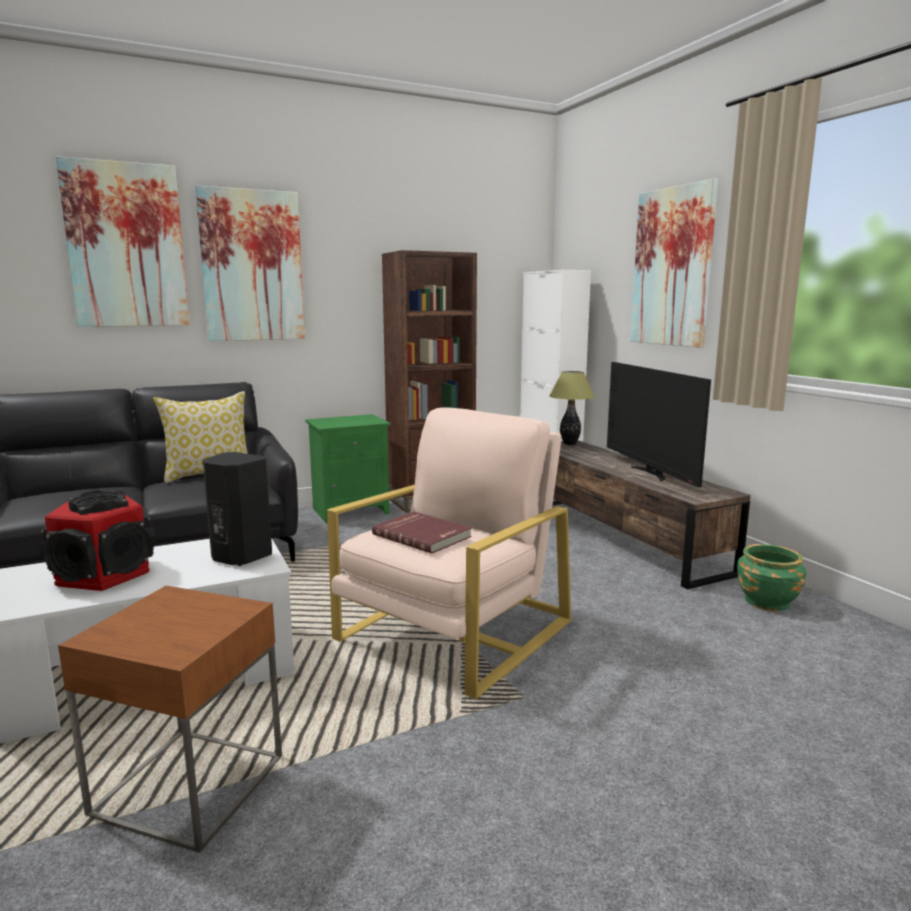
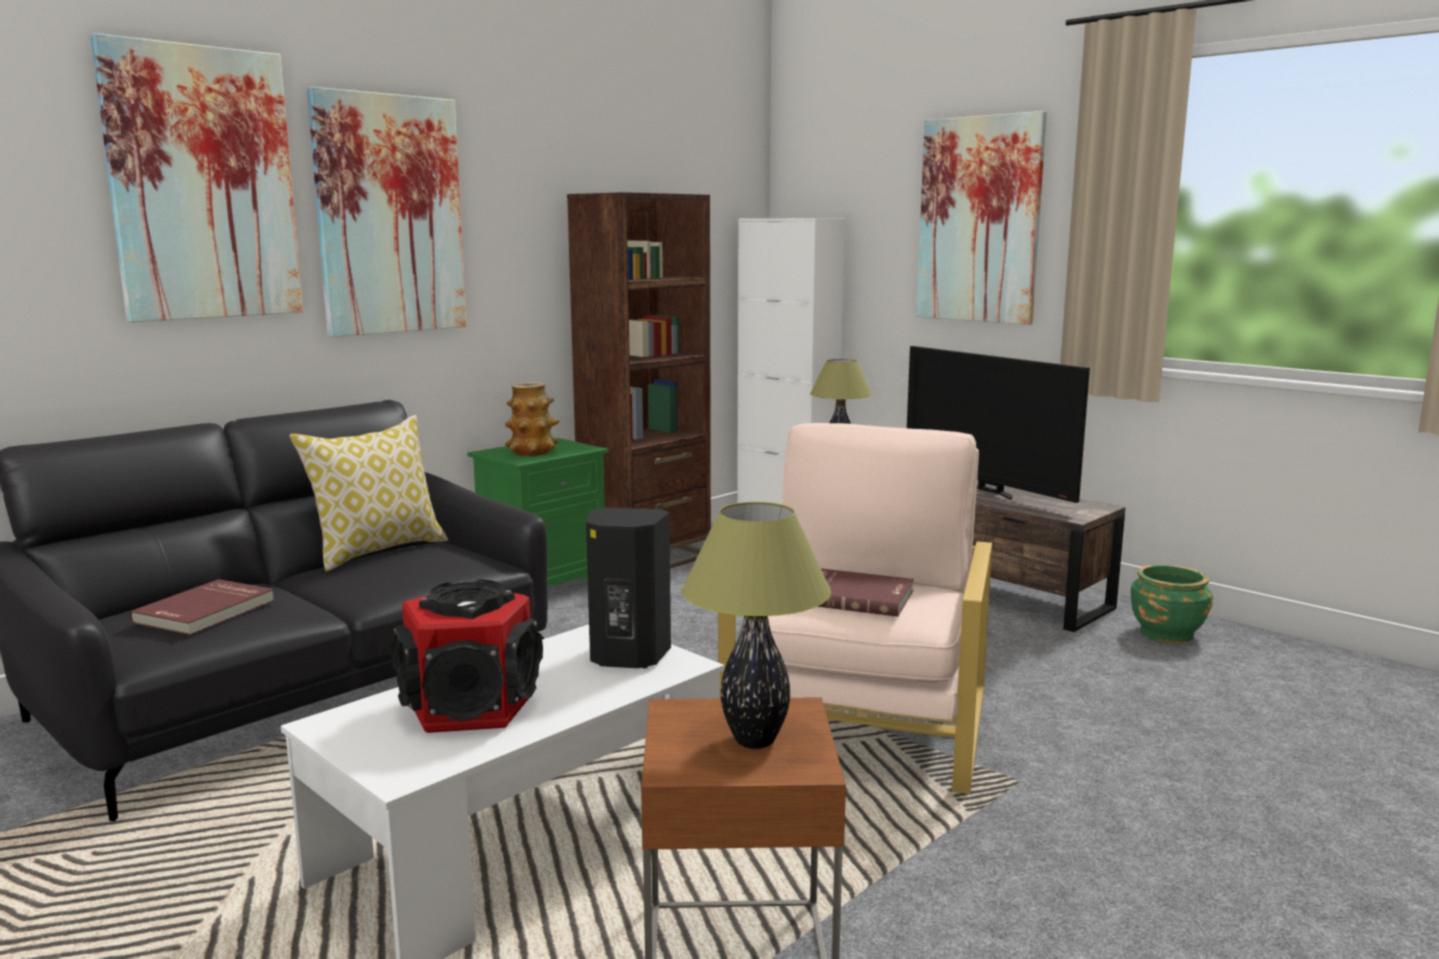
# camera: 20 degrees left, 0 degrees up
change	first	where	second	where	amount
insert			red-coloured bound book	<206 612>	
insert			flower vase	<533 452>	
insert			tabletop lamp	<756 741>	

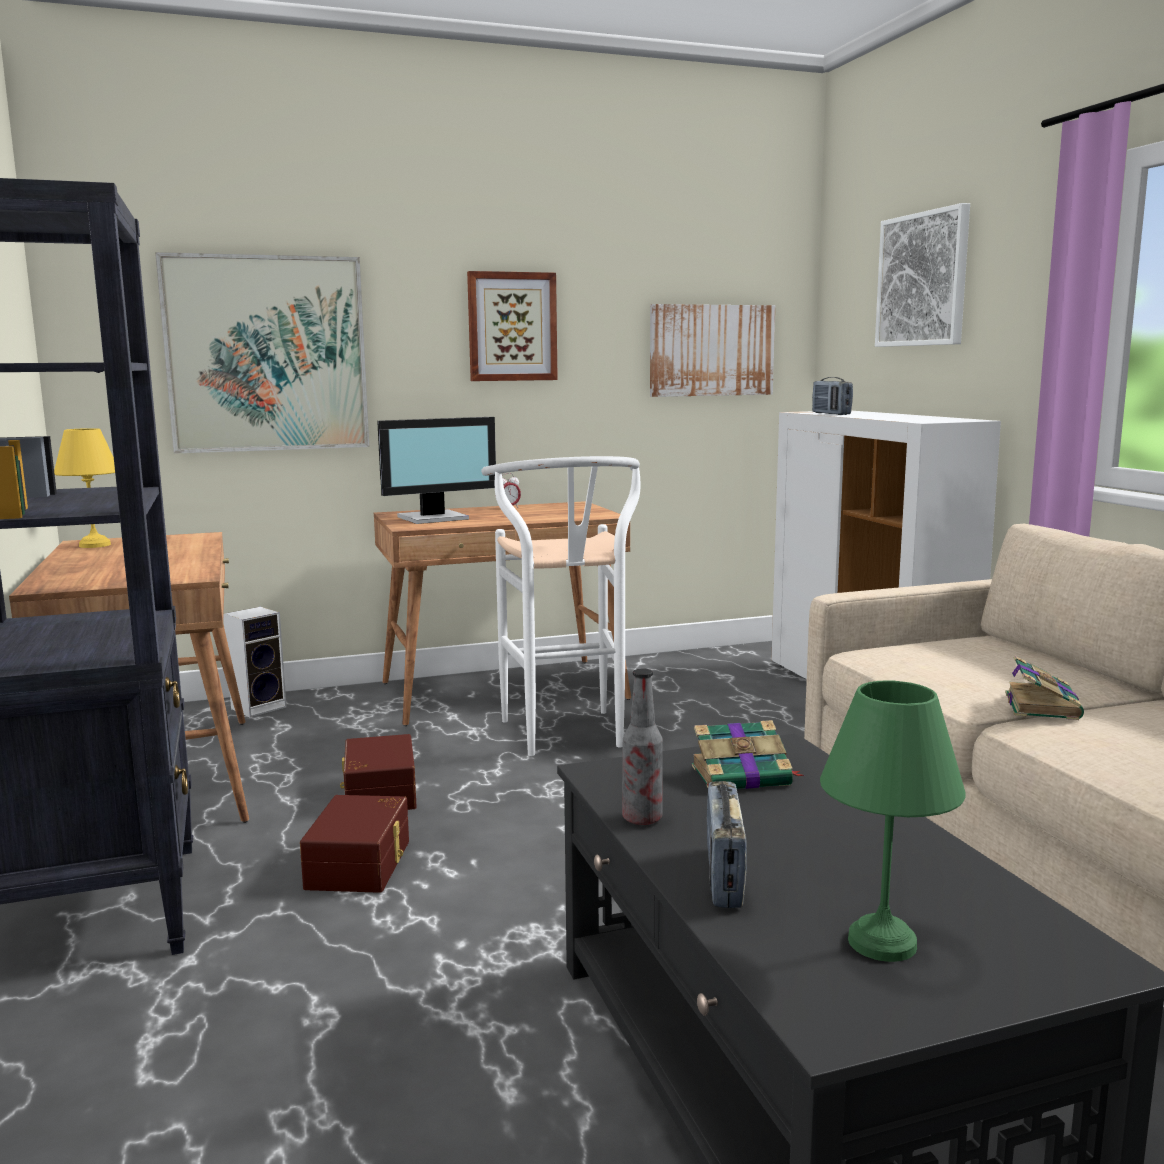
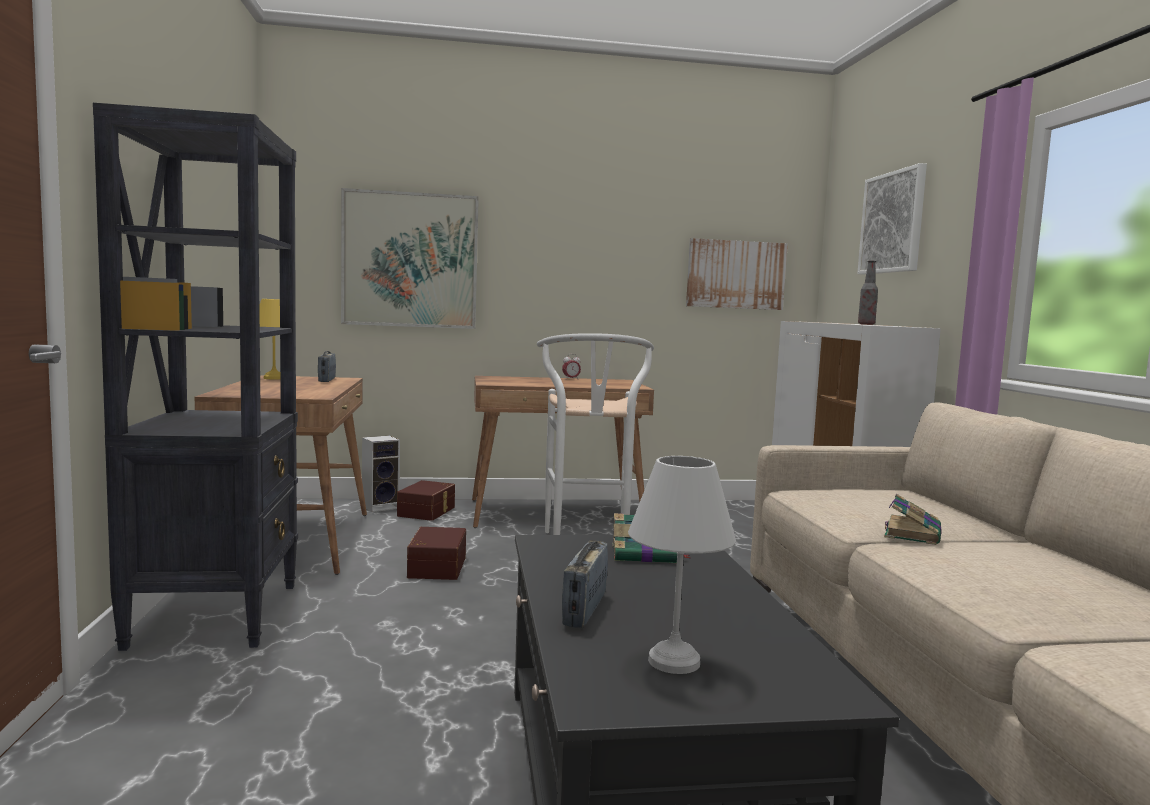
# camera: 10 degrees right, 5 degrees down
change	first	where	second	where	amount
move	radio set	<831 414>		<326 380>	
move	brownish storage box	<361 864>		<427 512>	
recolor	green tabletop lamp	<879 941>	white tabletop lamp	<673 660>	
move	beverage bottle	<642 819>		<866 324>	
delete	computer screen	<435 518>			
delete	wall picture	<512 327>			

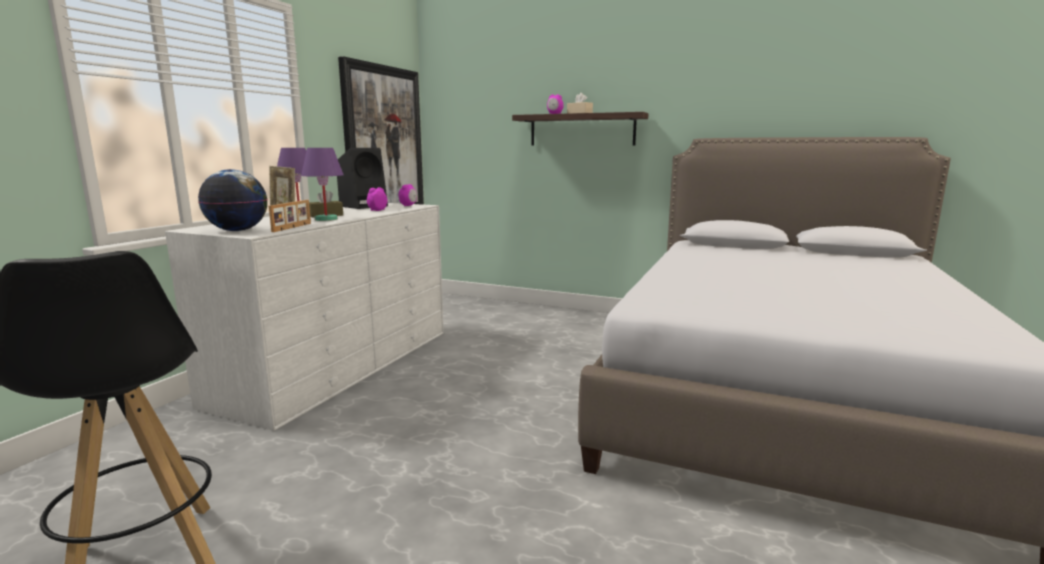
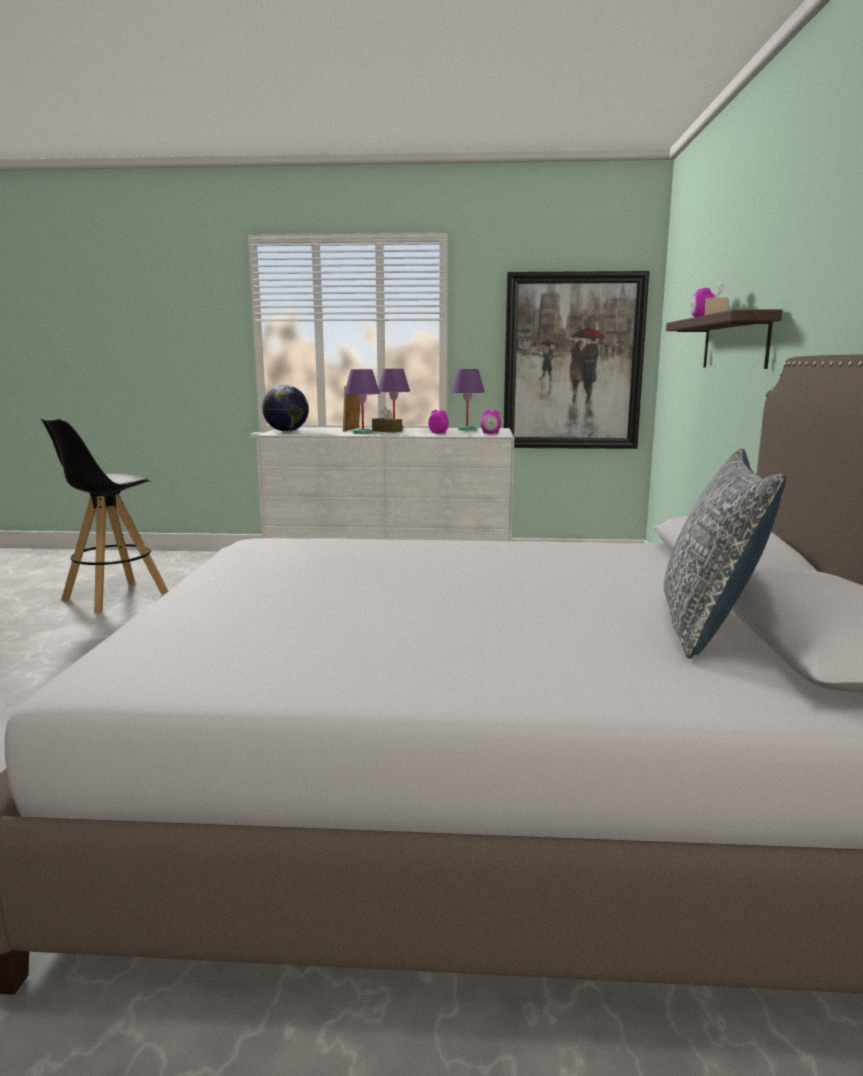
# camera: 70 degrees right, 0 degrees up
change	first	where	second	where	amount
replace	black-coloured speaker	<364 206>	purple-coloured tabletop lamp	<467 429>	
insert			pillow	<707 626>	
delete	photo frame	<293 227>			

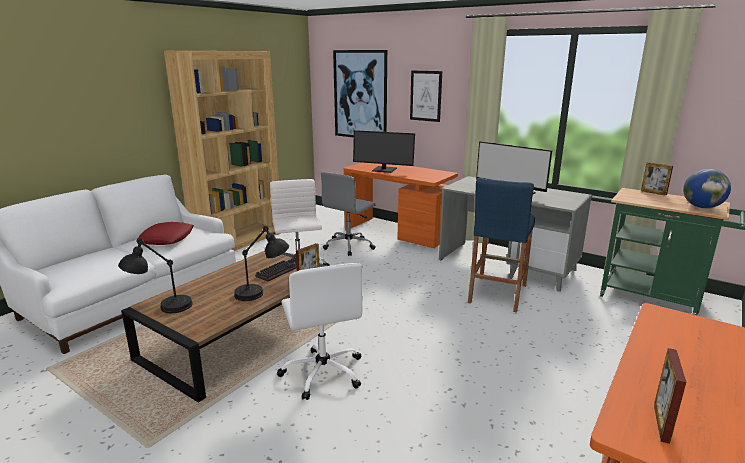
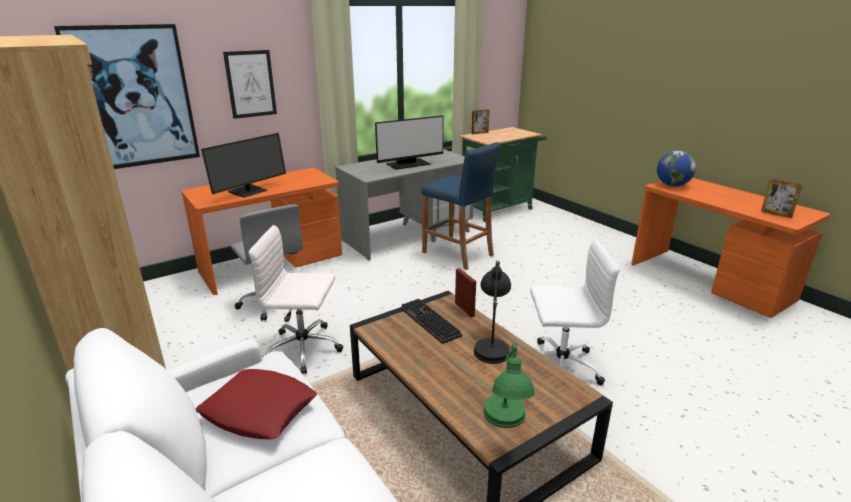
# camera: 70 degrees left, 5 degrees up
change	first	where	second	where	amount
recolor	black-coloured tabletop lamp	<161 308>	green tabletop lamp	<506 427>	
move	world globe	<701 207>		<672 185>	

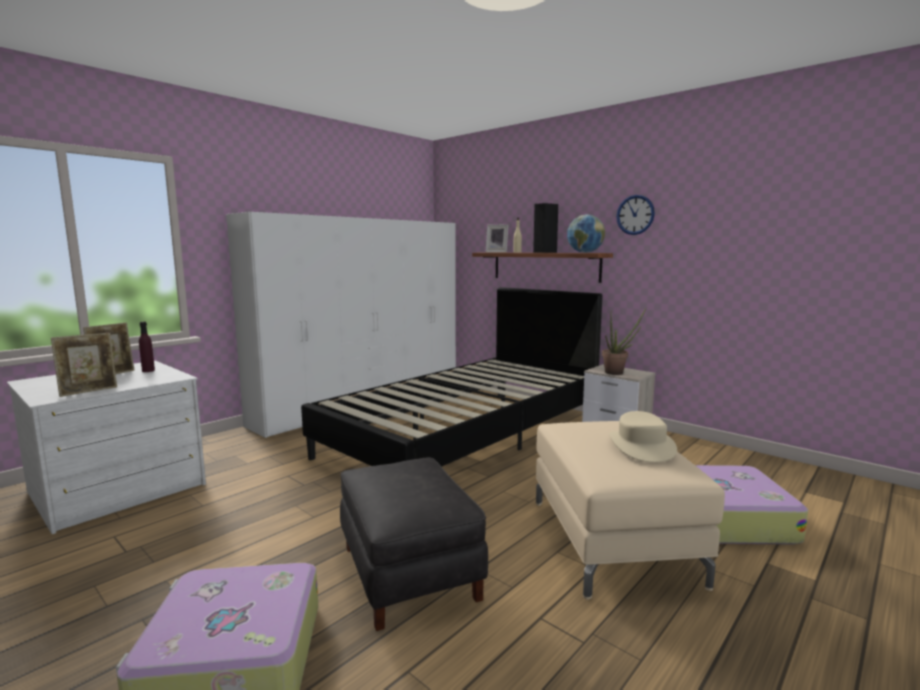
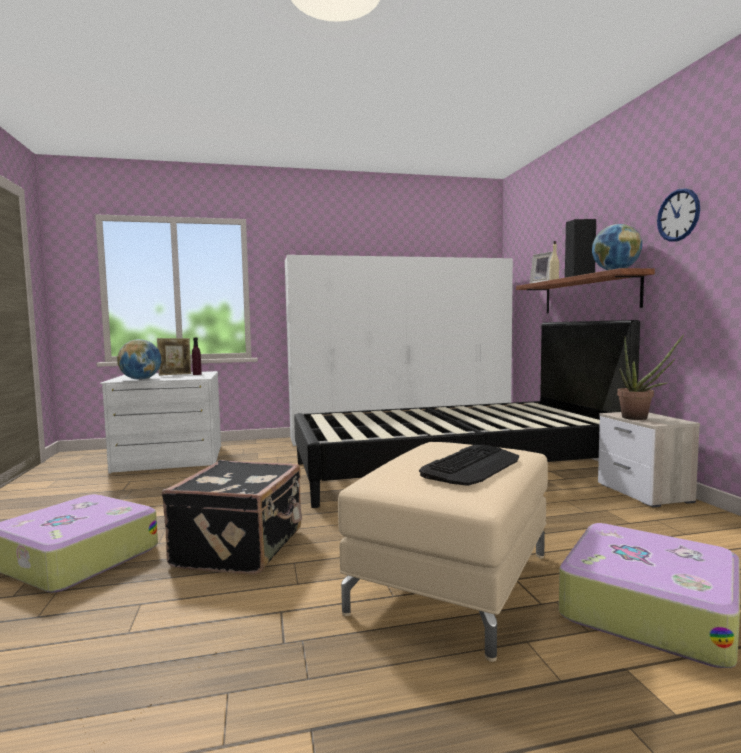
# camera: 35 degrees right, 5 degrees down
change	first	where	second	where	amount
replace	photo frame	<89 391>	world globe	<141 379>	
replace	black-coloured ottoman	<408 572>	black-coloured travel case	<242 547>	
replace	beige wearable hat	<641 446>	PC keyboard	<472 466>	

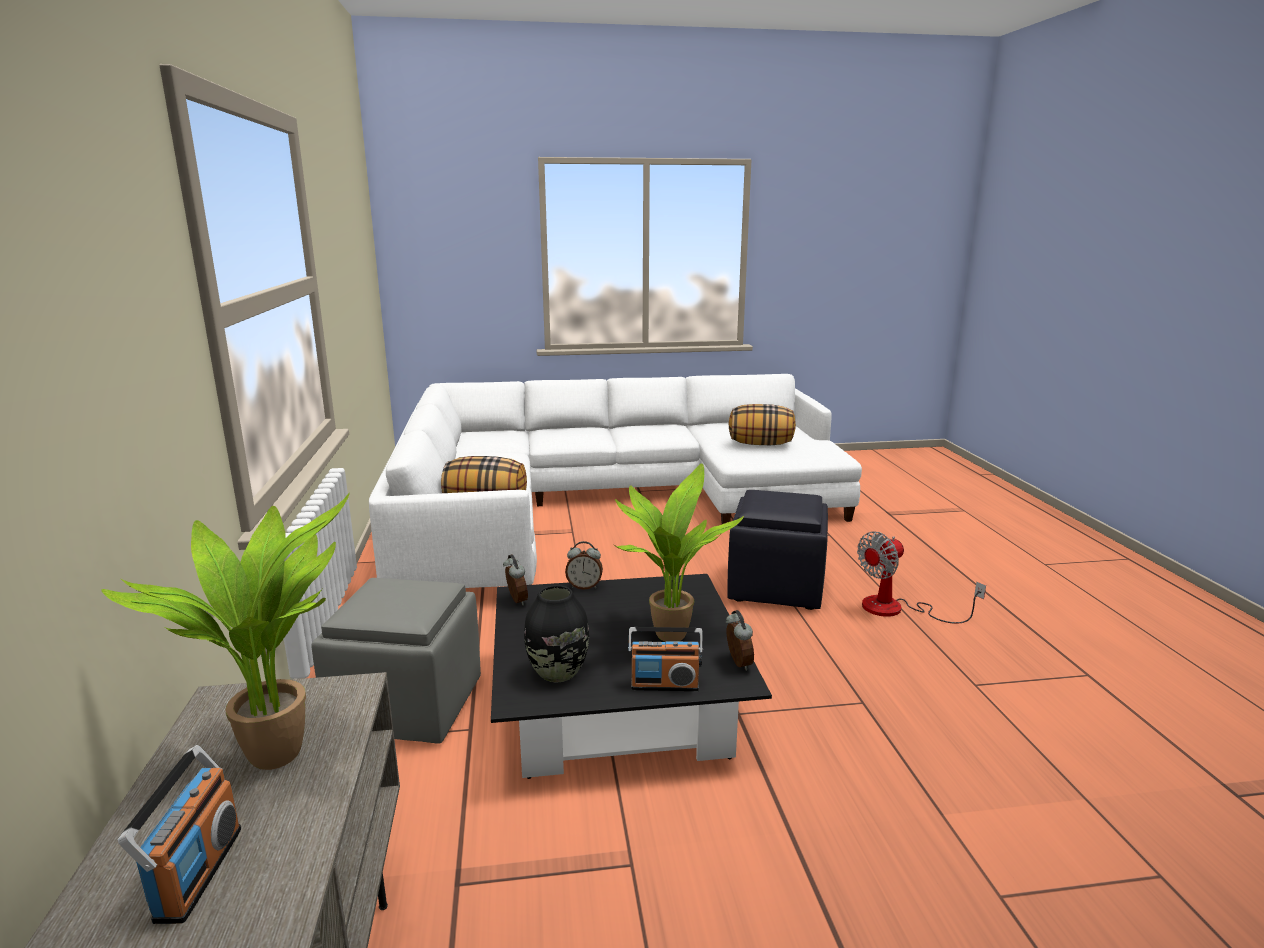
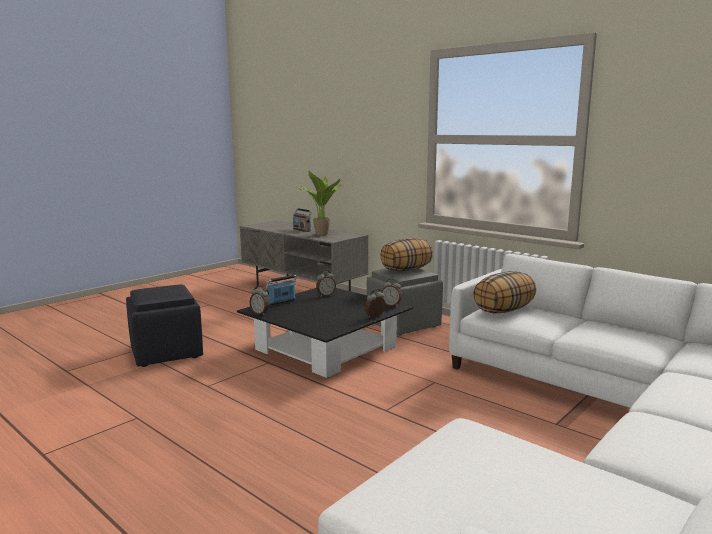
# camera: 140 degrees right, 5 degrees down
change	first	where	second	where	amount
move	black-coloured ottoman	<775 586>		<167 352>	
replace	black-coloured flower vase	<557 673>	alarm clock	<325 295>	
move	pillow	<761 444>		<406 270>	
delete	houseplant	<667 634>			
delete	electric fan	<897 609>			

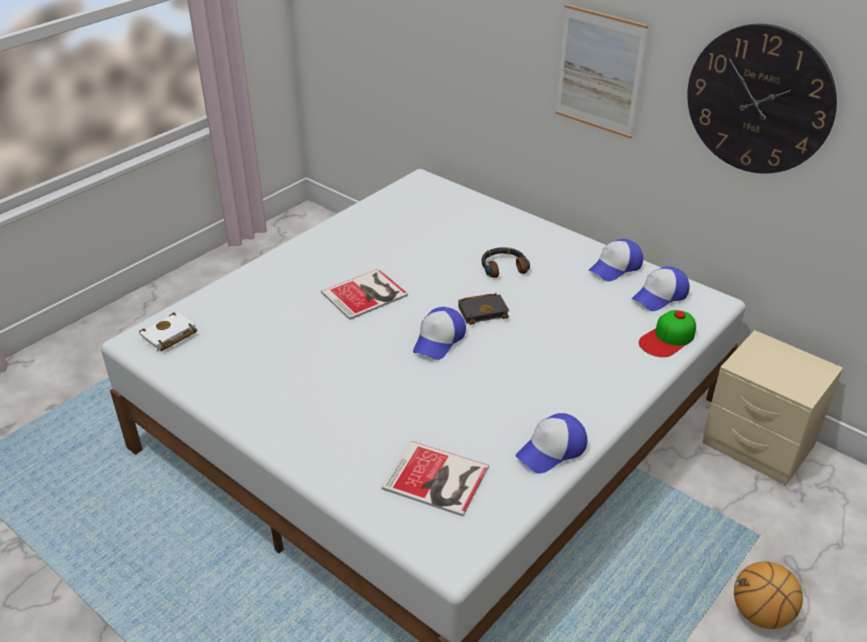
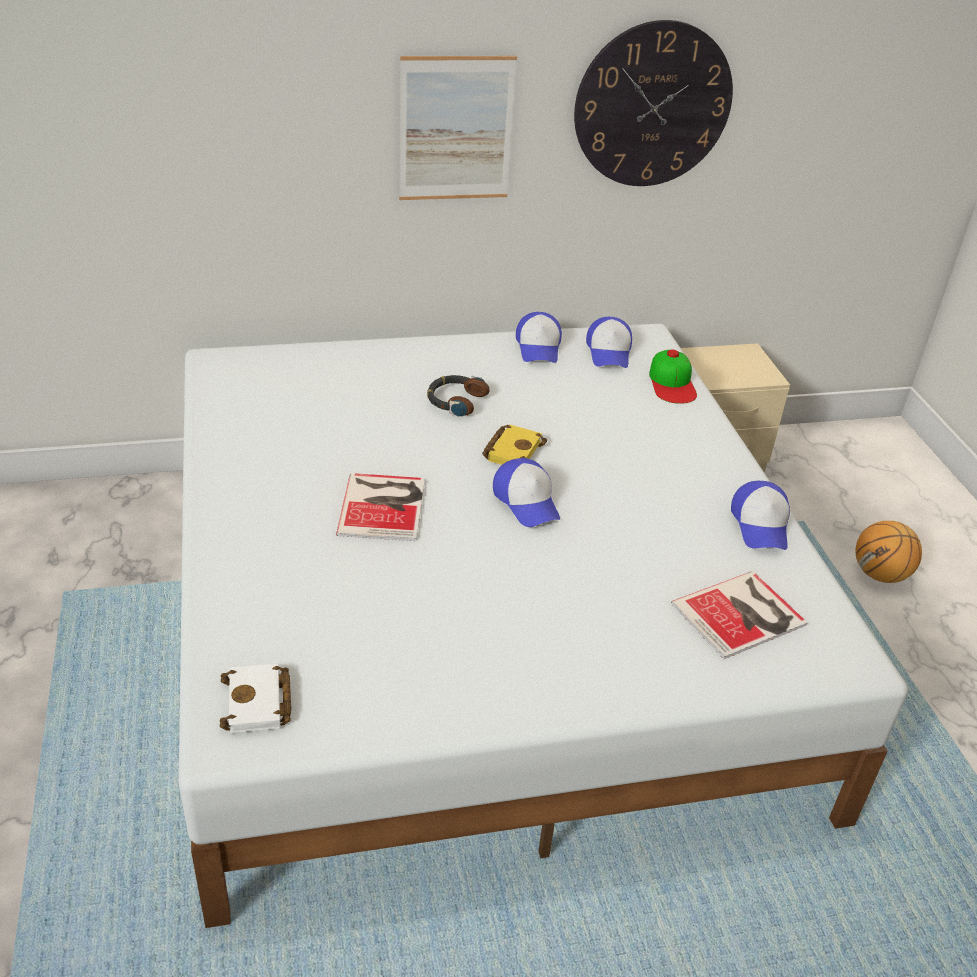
# camera: 55 degrees left, 0 degrees up
change	first	where	second	where	amount
recolor	black-coloured bound book	<483 311>	yellow-coloured bound book	<512 450>	

